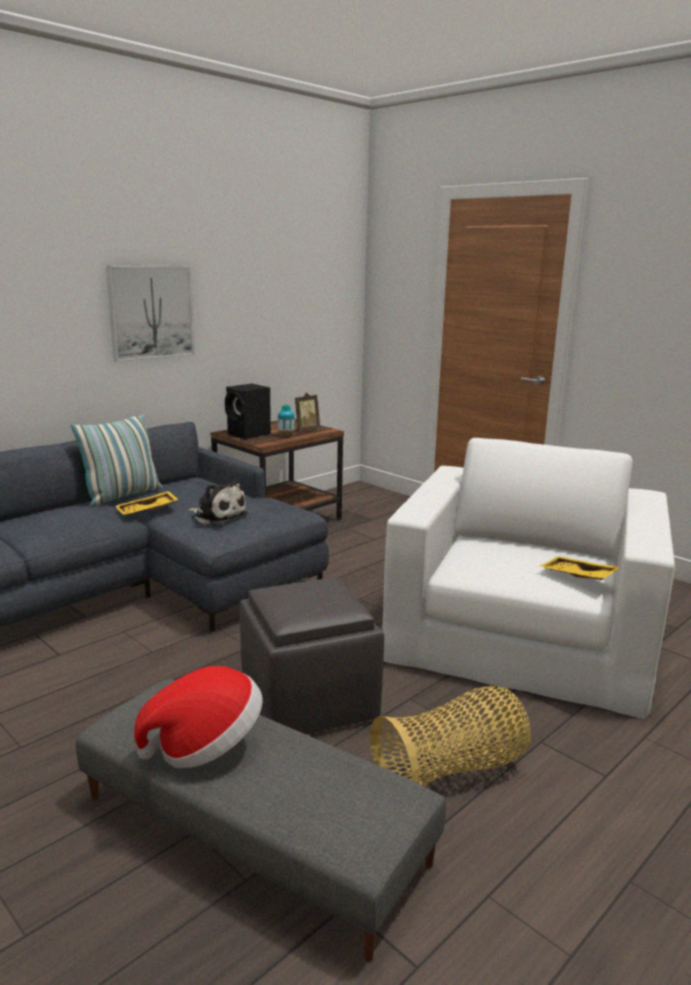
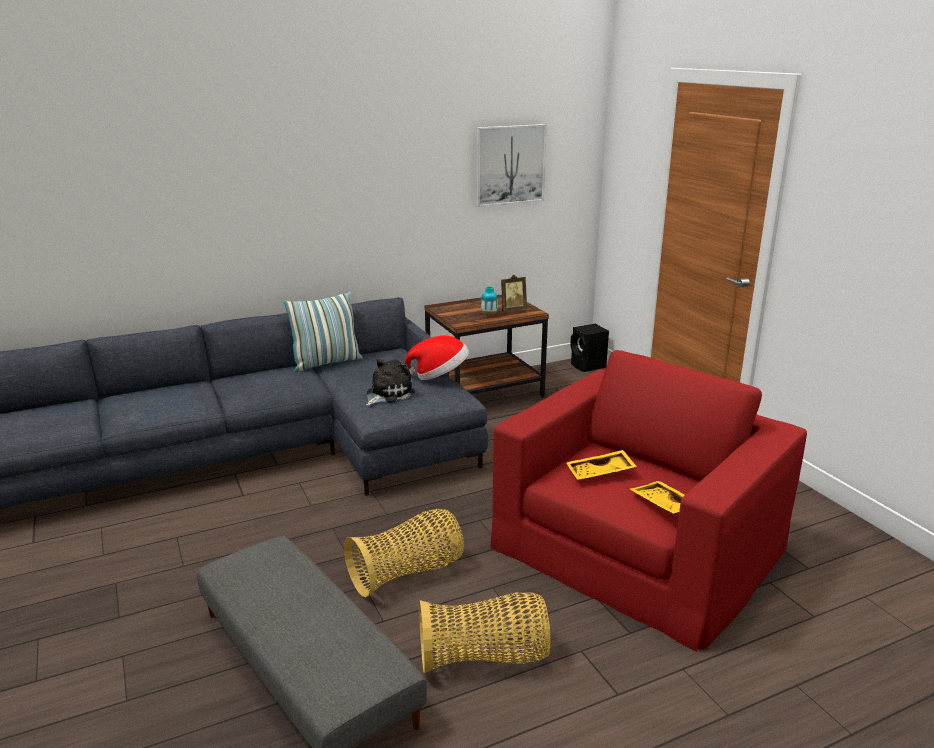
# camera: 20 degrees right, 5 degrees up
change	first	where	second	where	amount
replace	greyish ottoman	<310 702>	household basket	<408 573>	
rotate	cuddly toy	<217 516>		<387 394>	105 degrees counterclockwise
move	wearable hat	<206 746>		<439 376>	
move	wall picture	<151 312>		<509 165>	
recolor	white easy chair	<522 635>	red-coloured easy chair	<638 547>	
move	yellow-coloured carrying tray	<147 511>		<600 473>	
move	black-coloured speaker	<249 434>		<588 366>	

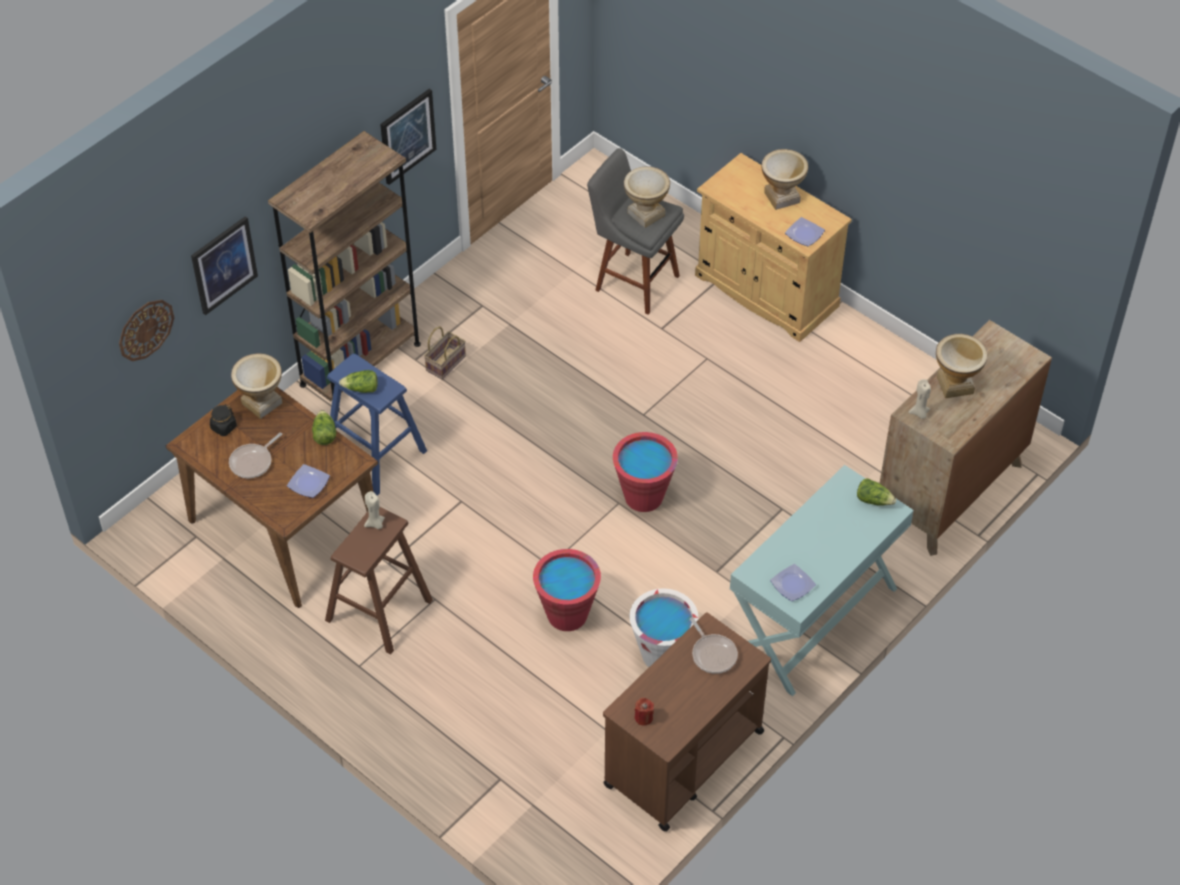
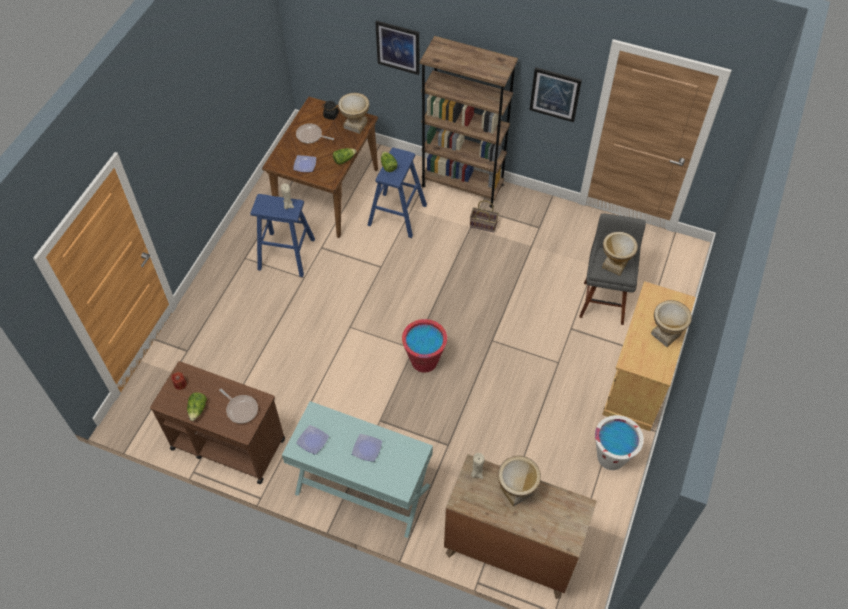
# camera: 70 degrees right, 5 degrees up
change	first	where	second	where	amount
move	lettuce	<874 500>		<198 409>	
rotate	skillet	<713 654>		<241 409>	90 degrees counterclockwise
recolor	brownish stool	<379 610>	bluish stool	<286 254>	
move	dinner plate	<805 234>		<367 449>	
move	white water bucket	<662 654>		<611 457>	
delete	clock on the wall	<145 329>			
delete	red-coloured water bucket	<567 614>			

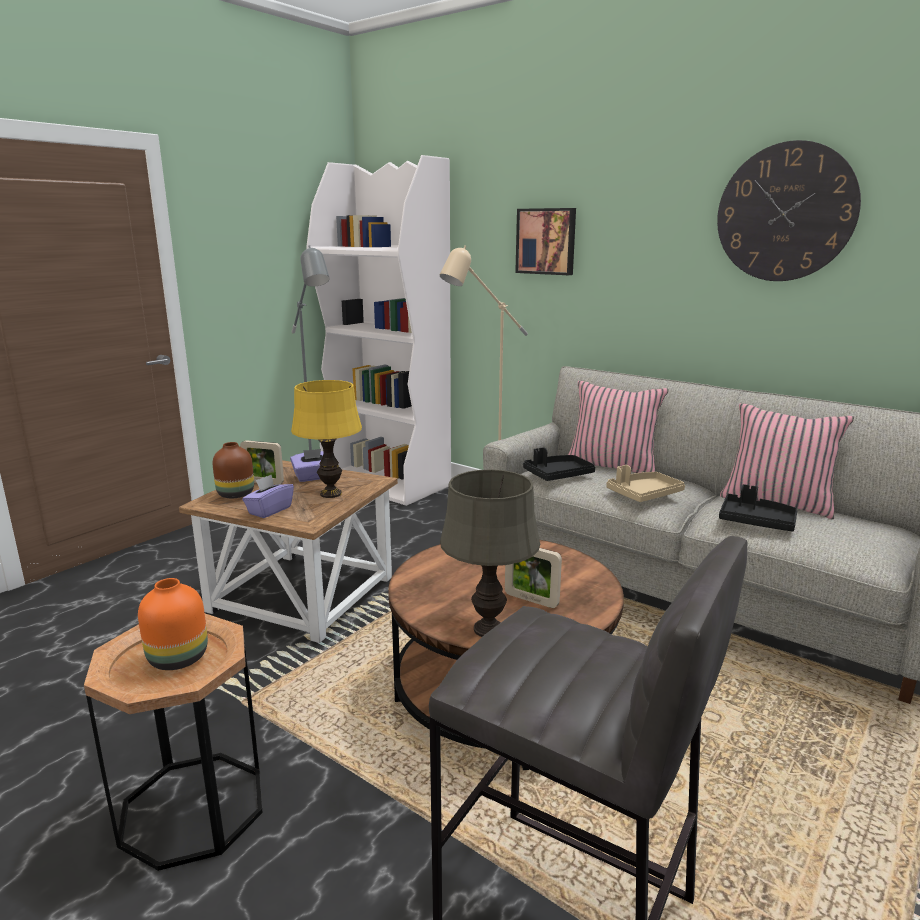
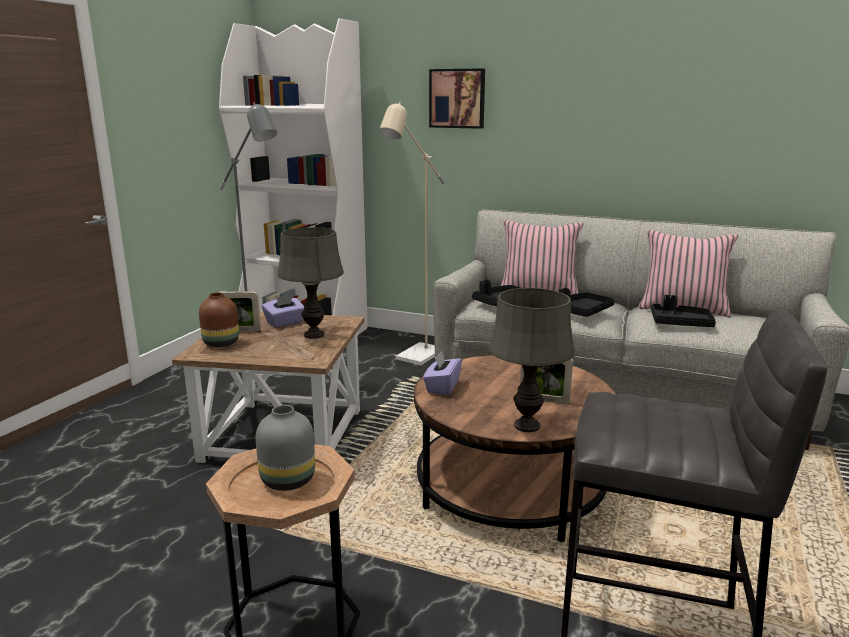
# camera: 15 degrees left, 0 degrees up
change	first	where	second	where	amount
recolor	orange-coloured flower vase	<176 658>	greyish flower vase	<286 480>	
recolor	yellow-coloured tabletop lamp	<331 494>	greyish tabletop lamp	<314 335>	
move	purple-coloured tissue box	<269 510>		<442 387>	
recolor	beige carrying tray	<644 494>	black-coloured carrying tray	<582 311>	
delete	clock on the wall	<785 213>			

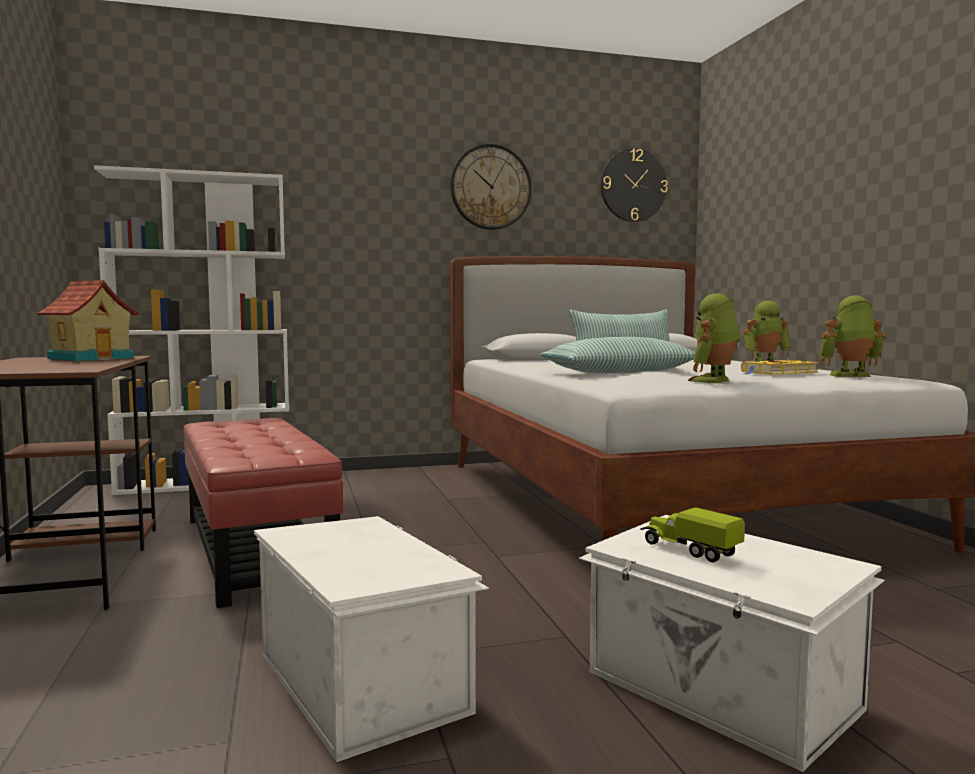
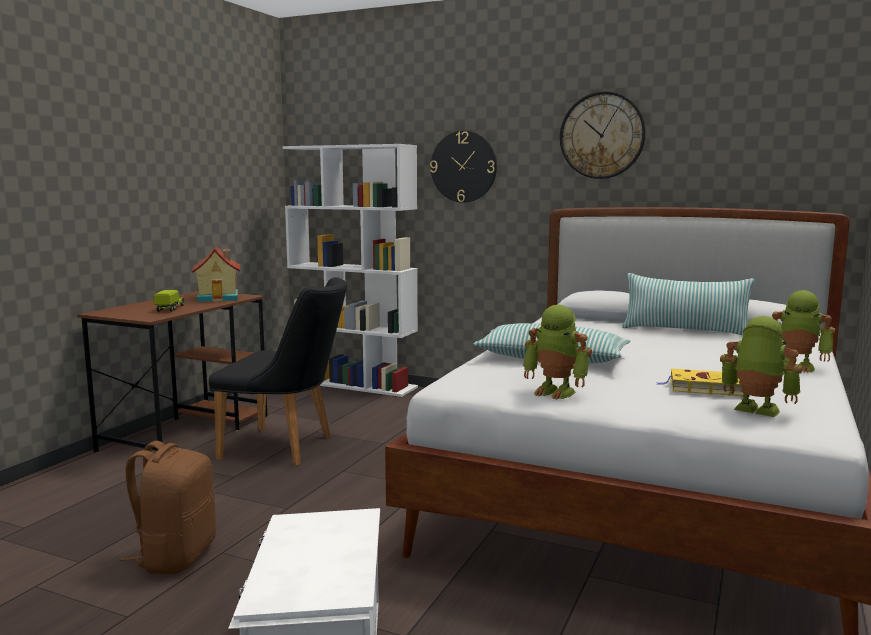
# camera: 40 degrees right, 5 degrees up
change	first	where	second	where	amount
replace	white storage box	<363 680>	brownish backpack	<175 556>	
move	model truck	<689 550>		<170 308>	
replace	red-coloured ottoman	<256 549>	black-coloured plain chair	<287 447>	
move	clock on the wall	<633 185>		<463 166>	
rotate	robot figure	<714 381>		<556 392>	135 degrees counterclockwise

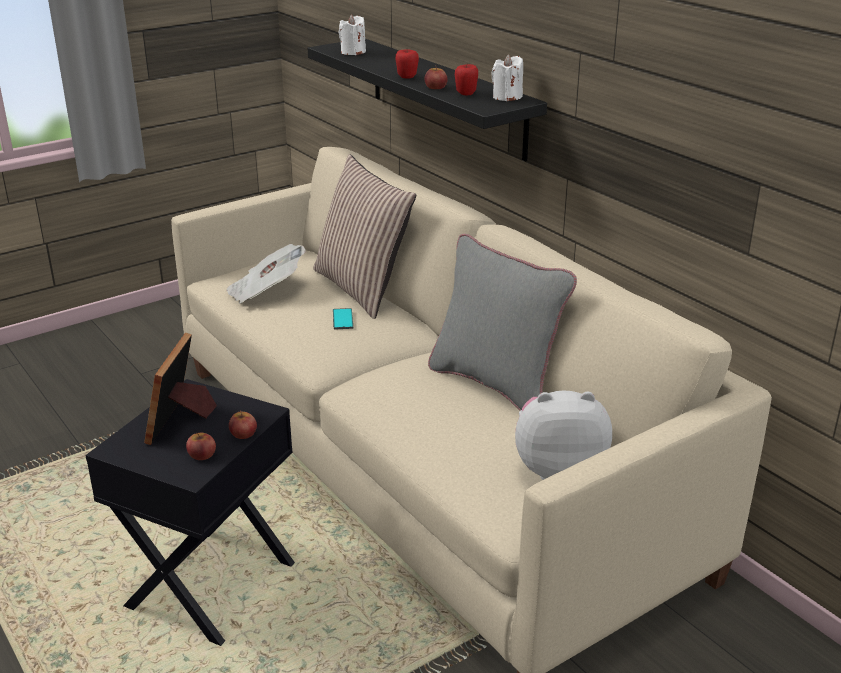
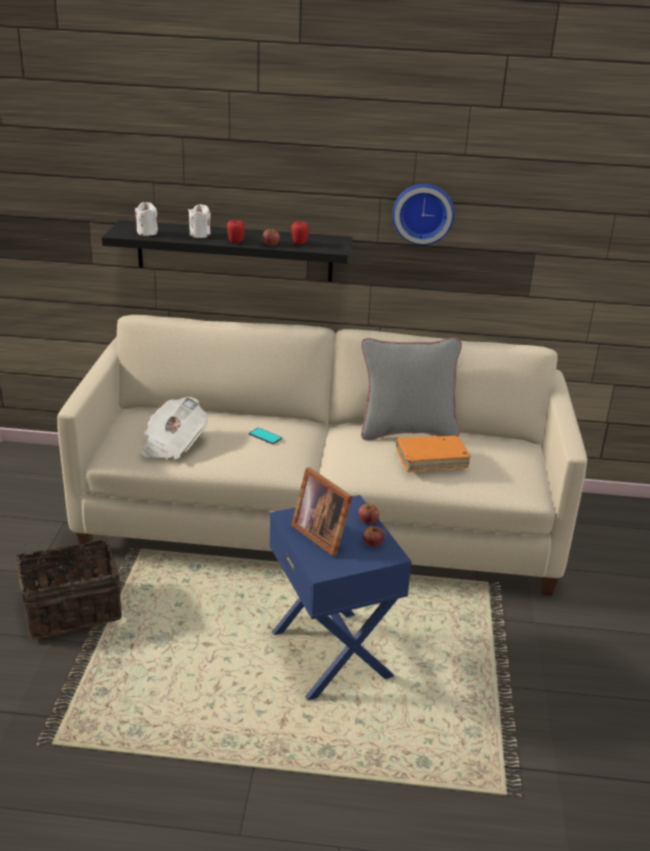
# camera: 50 degrees left, 0 degrees up
change	first	where	second	where	amount
insert			household basket	<71 608>	
move	white wax candle	<507 97>		<200 235>	
recolor	black-coloured end table	<213 586>	bluish end table	<333 654>	
insert			clock on the wall	<423 213>	
insert			orange-coloured bound book	<431 459>	
delete	pillow	<362 288>			
delete	cuddly toy	<558 469>			

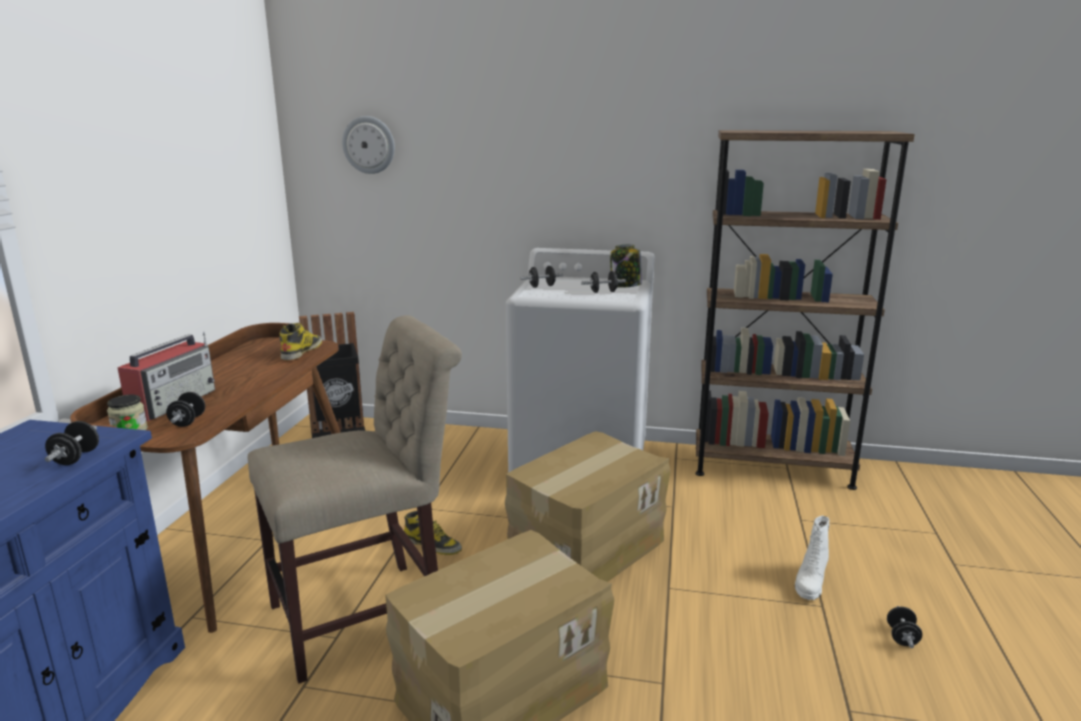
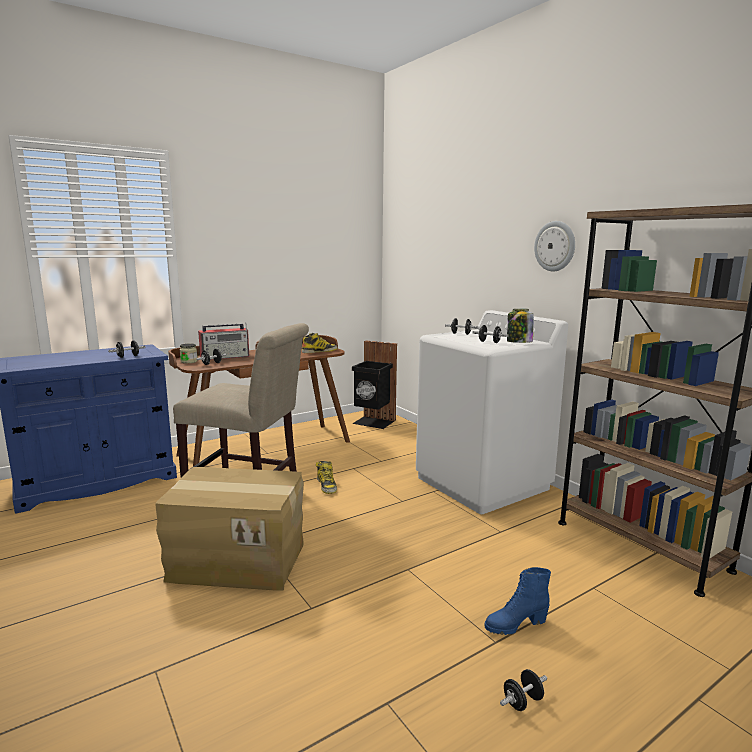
# camera: 45 degrees right, 5 degrees down
change	first	where	second	where	amount
recolor	white high-top boot	<810 583>	bluish high-top boot	<515 625>	
move	clock on the wall	<369 145>		<555 246>	
delete	packing box	<586 548>			

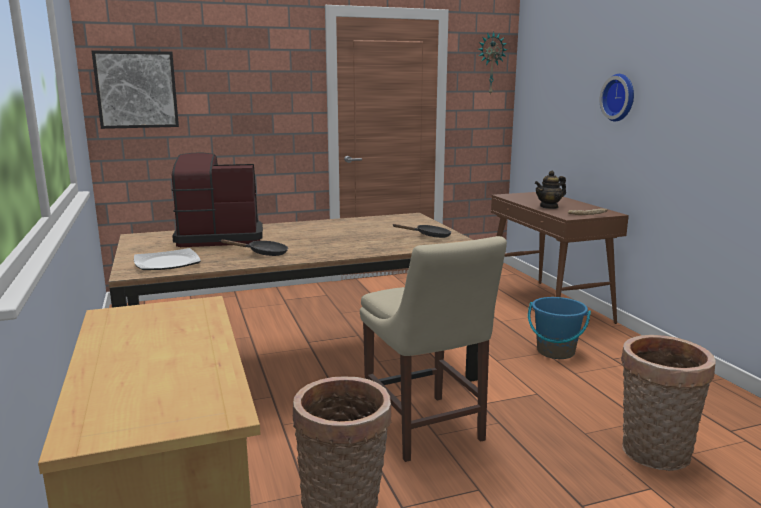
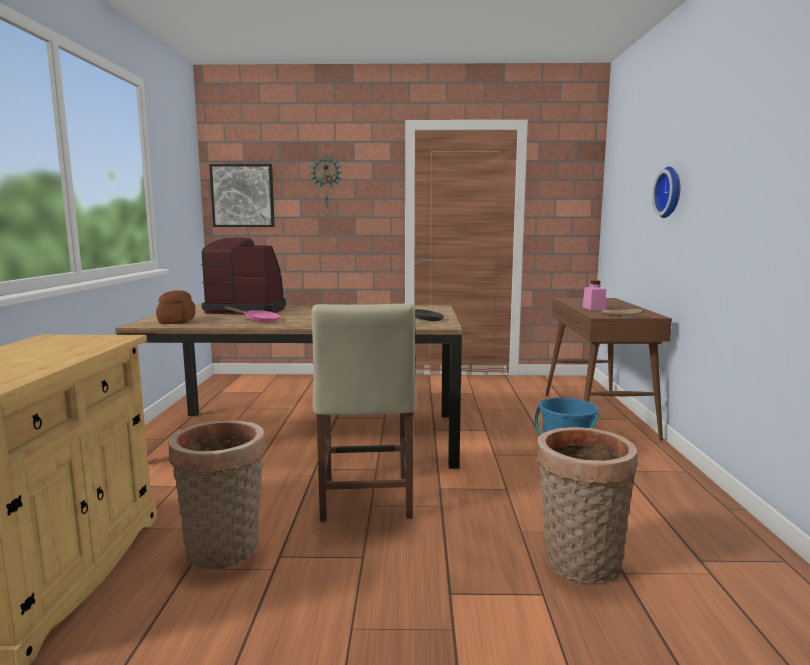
# camera: 20 degrees right, 5 degrees down
change	first	where	second	where	amount
replace	dinner plate	<166 263>	baked bread	<176 321>	
recolor	black-coloured skillet	<264 253>	pinkish skillet	<258 321>	
move	clock on the wall	<490 63>		<326 186>	
replace	teapot	<549 207>	pinkish jar	<593 308>	

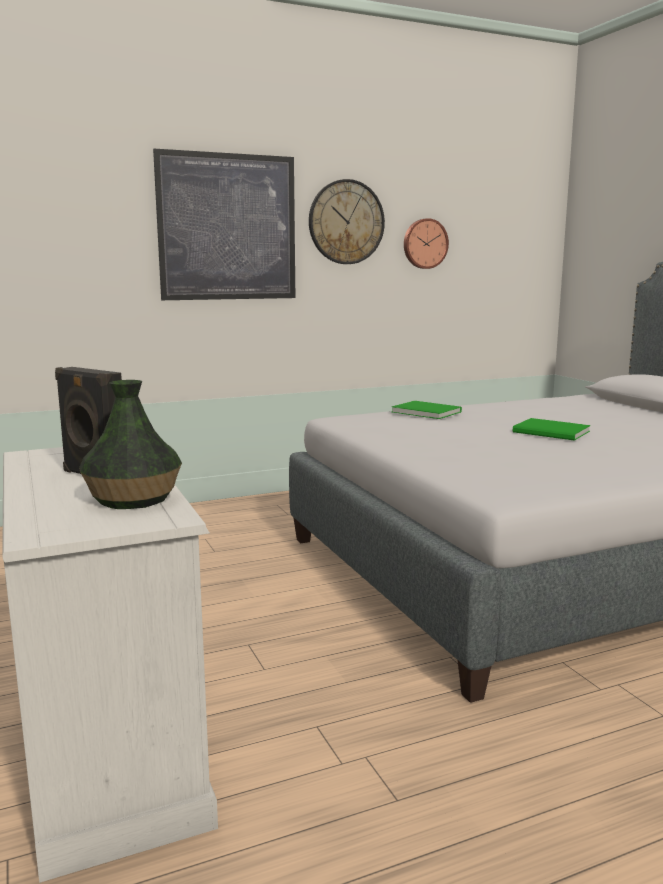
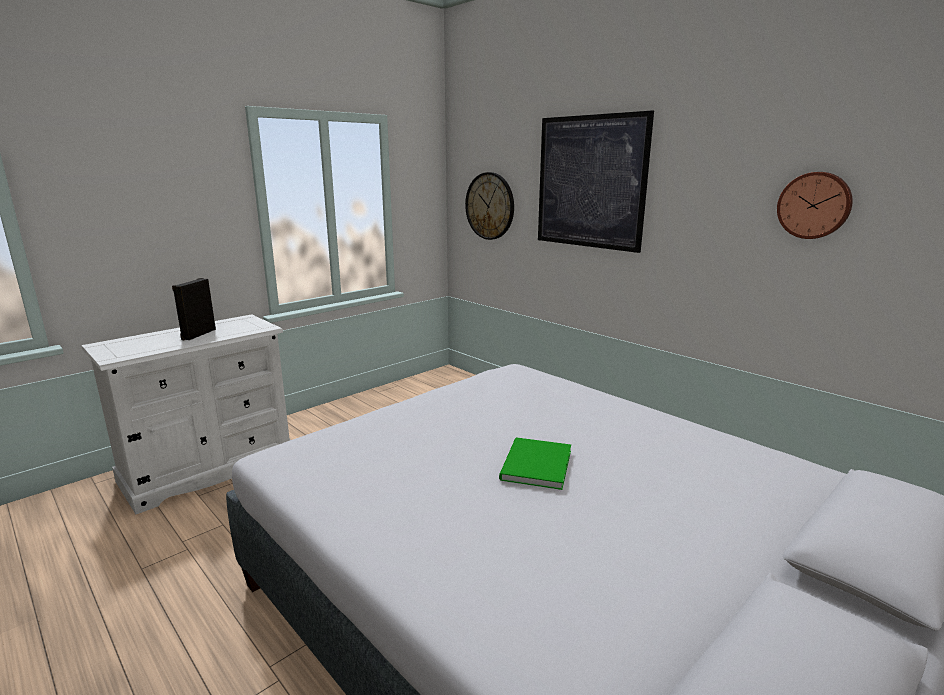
# camera: 70 degrees right, 5 degrees up
change	first	where	second	where	amount
move	clock on the wall	<346 222>		<490 206>	
delete	flower vase	<132 499>			
delete	green bound book	<425 411>			

